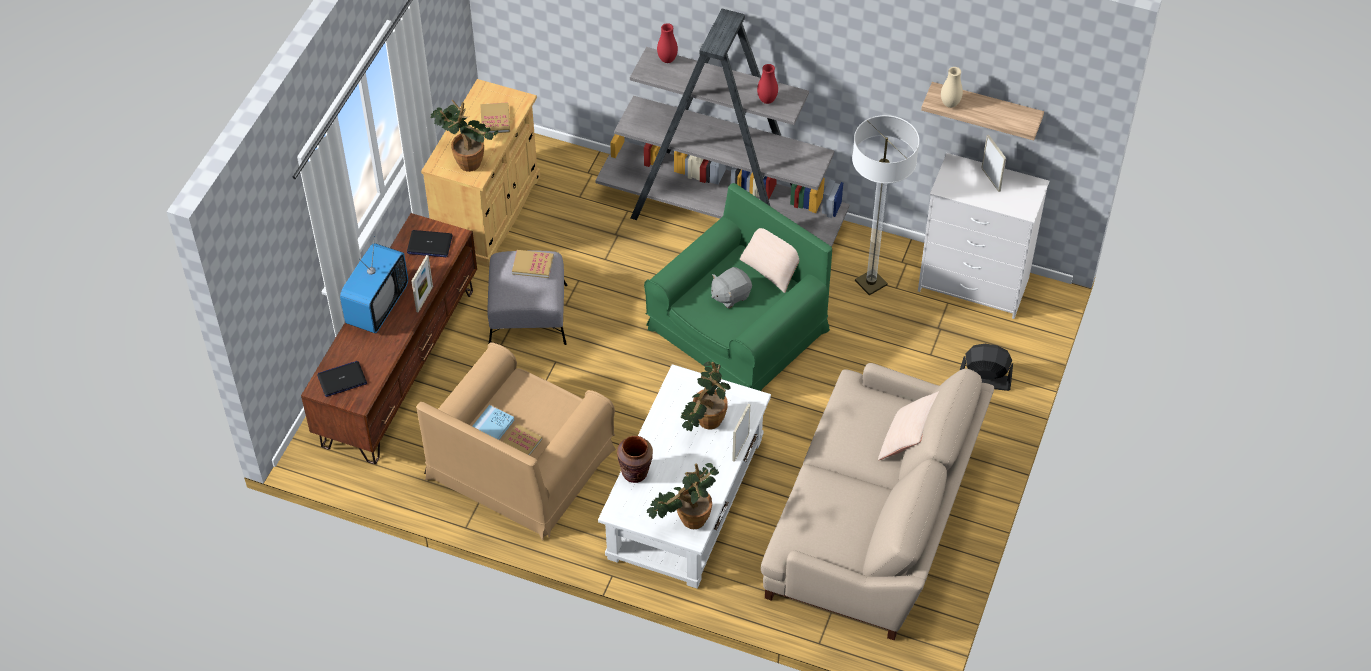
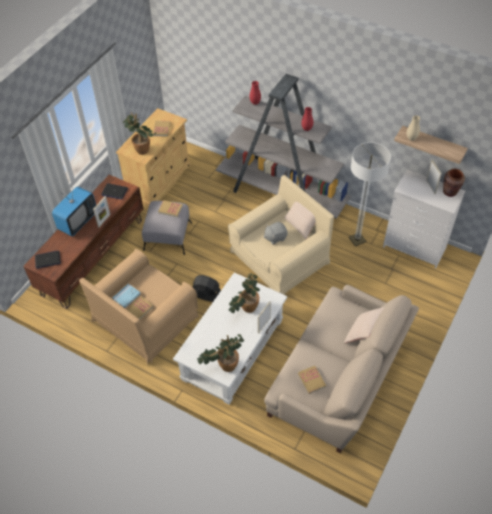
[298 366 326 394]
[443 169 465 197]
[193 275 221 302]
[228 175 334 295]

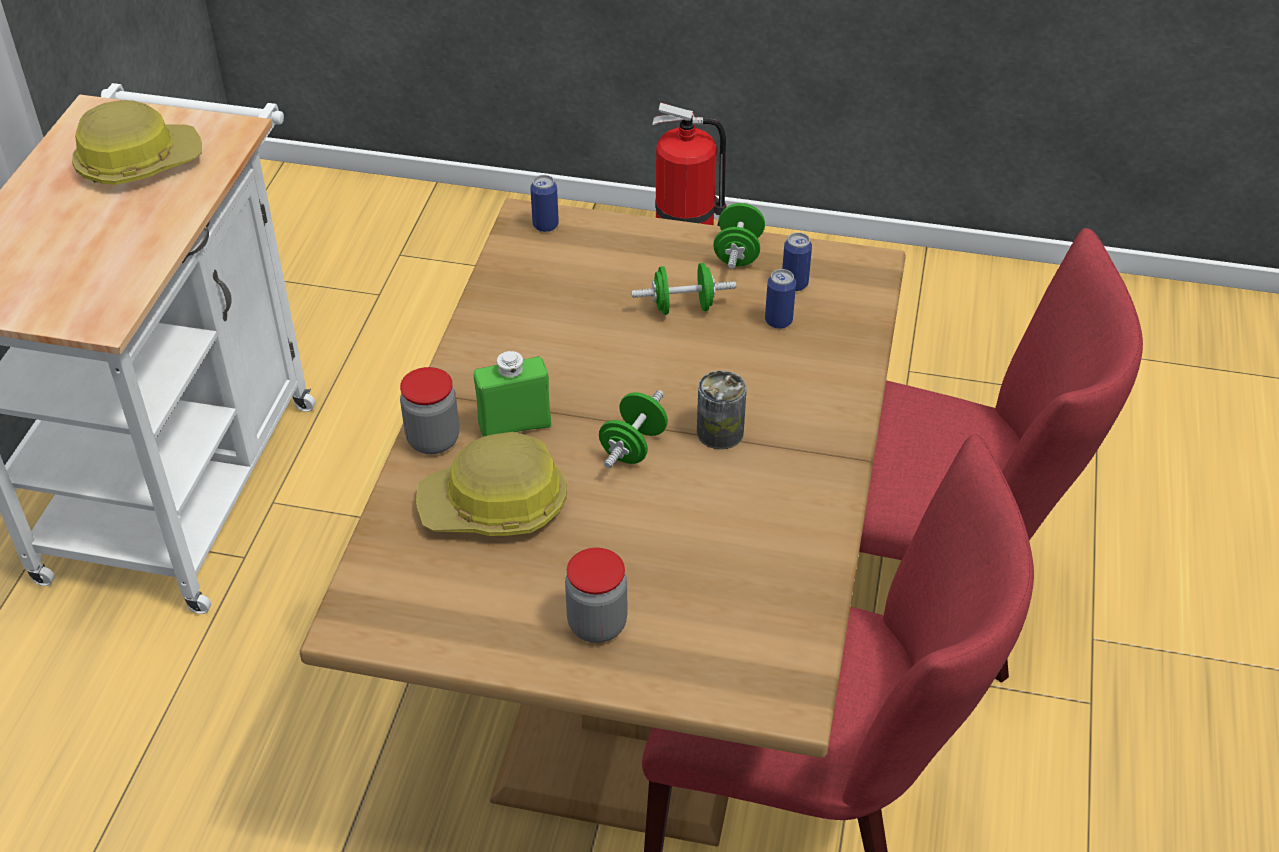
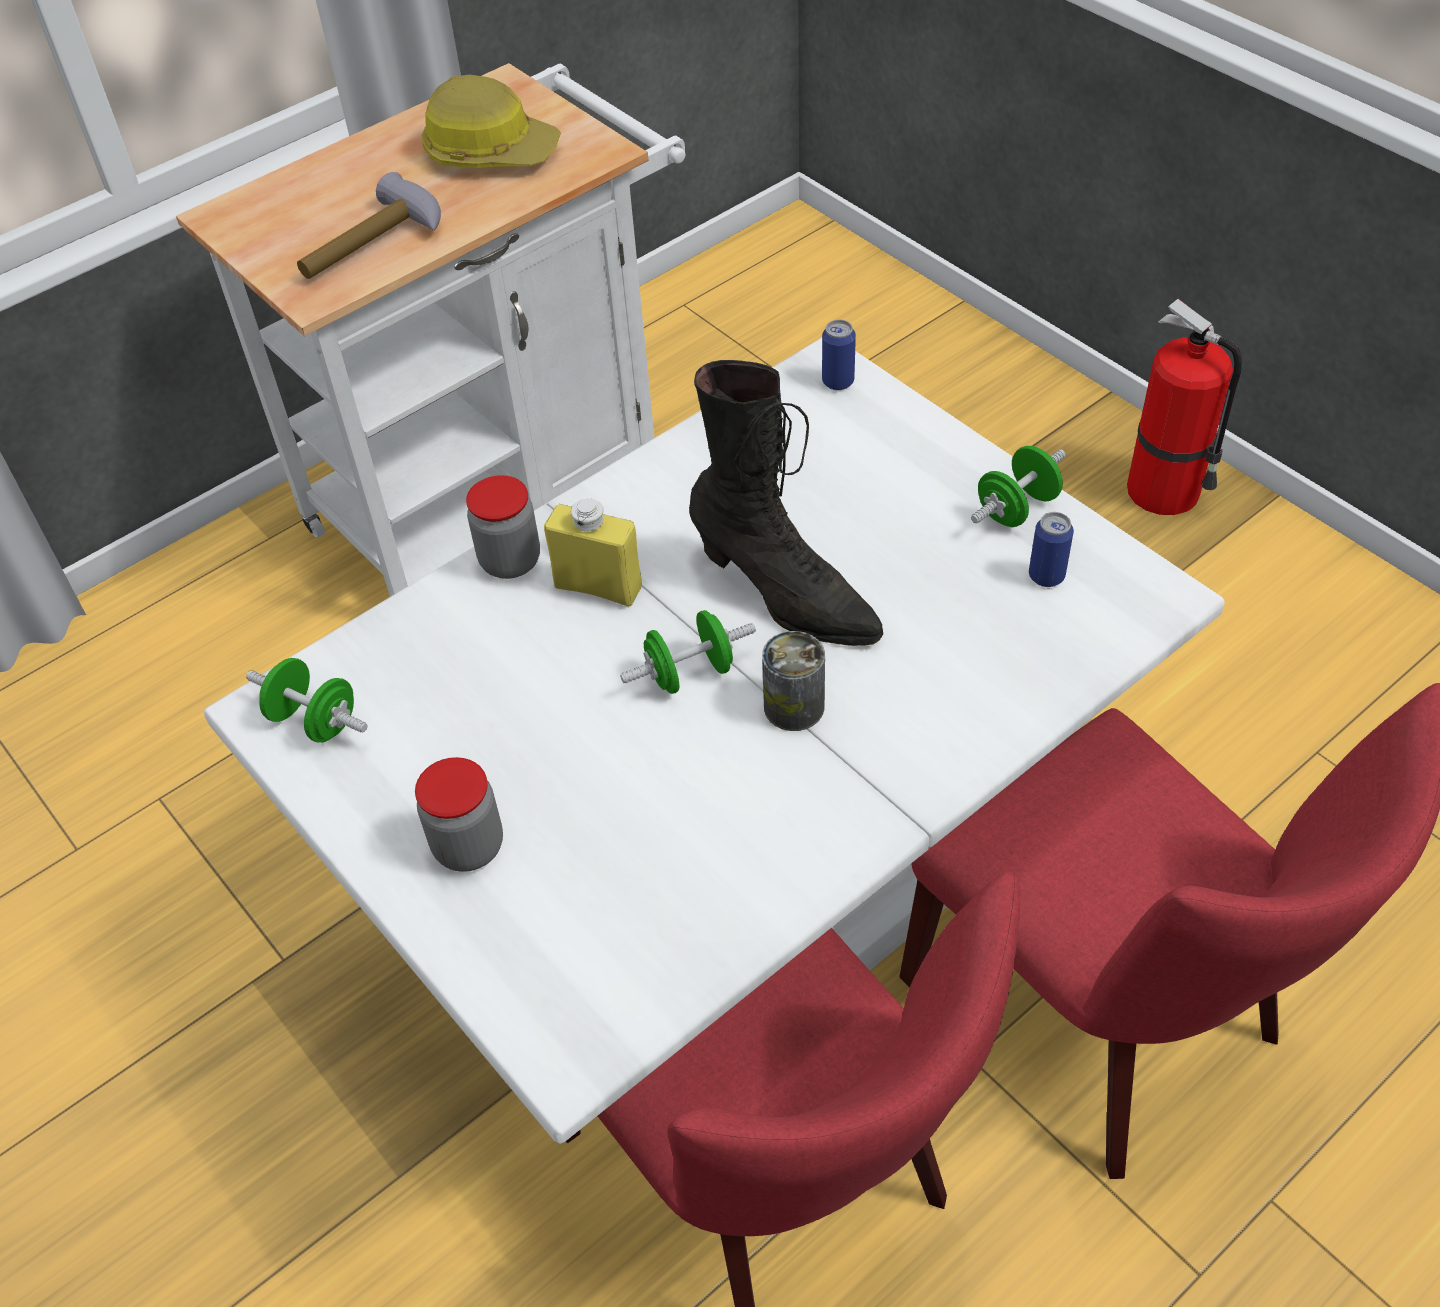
[416 432 567 536] (first image)
[765 269 796 329] (first image)
[297 172 441 279]
[689 360 883 646]
[246 658 367 743]
[204 338 1225 1144]
[544 499 642 606]

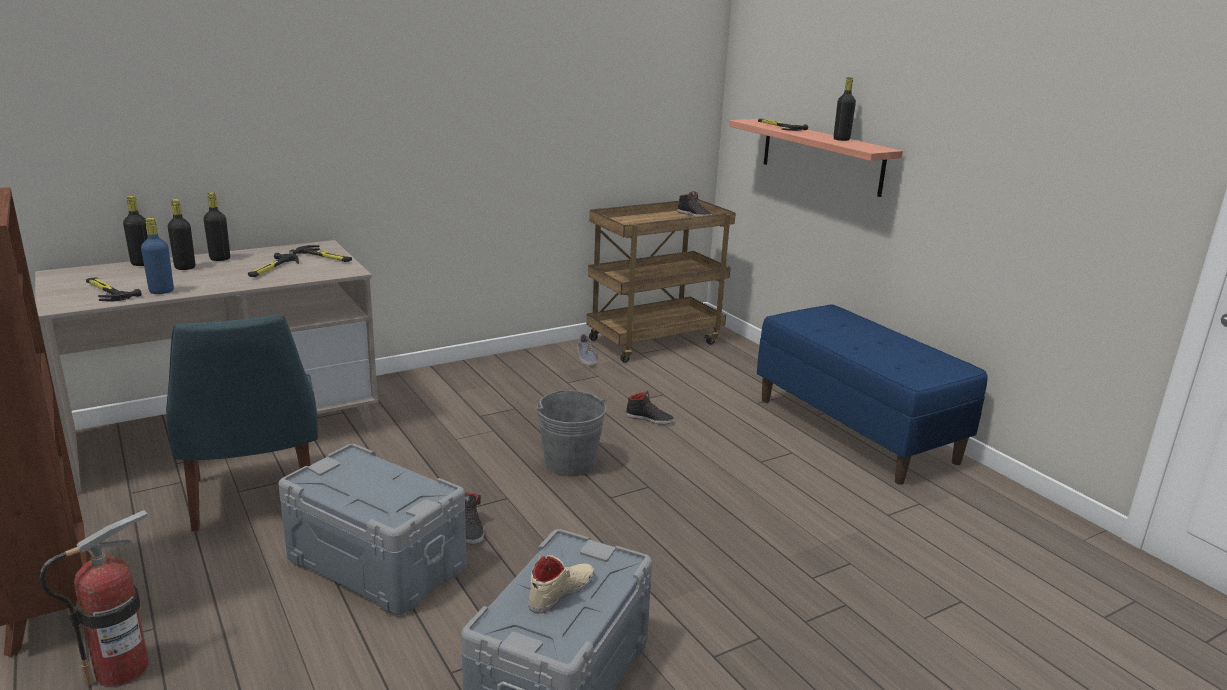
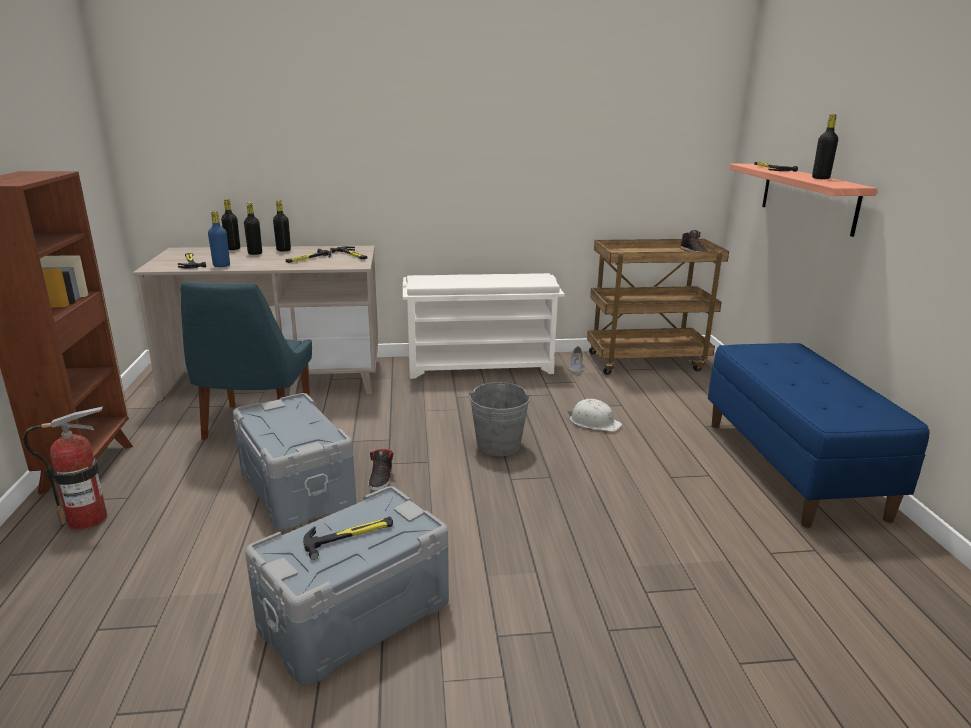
[403 273 565 379]
[303 516 393 560]
[568 399 622 432]

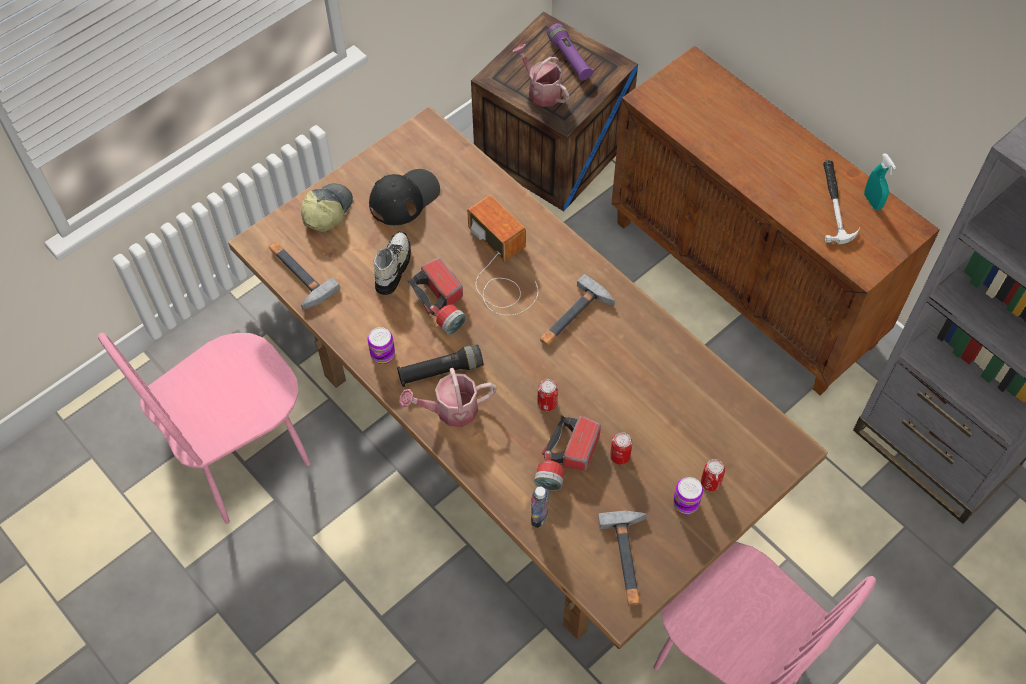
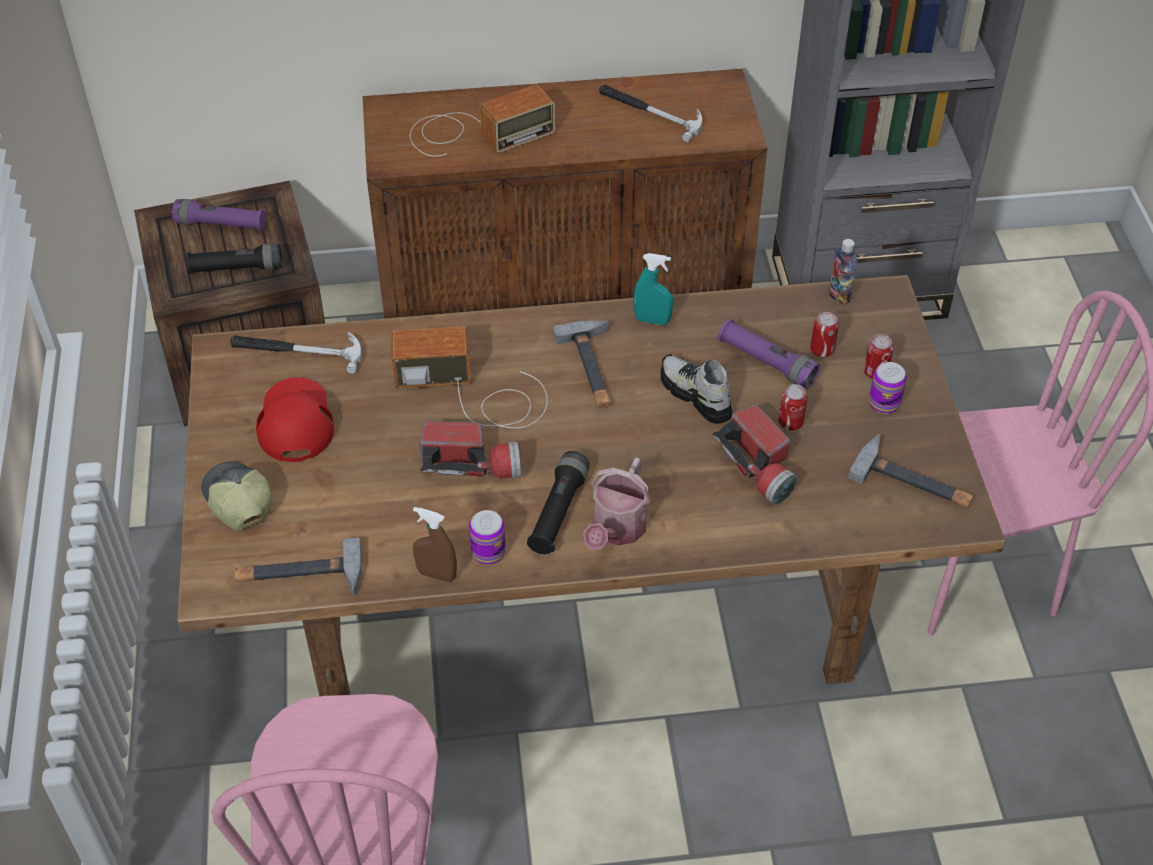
[230 332 362 374]
[410 84 556 157]
[413 507 457 582]
[717 319 820 389]
[661 354 733 424]
[829 239 857 305]
[810 312 839 357]
[634 253 673 325]
[186 244 282 274]
[256 377 334 462]

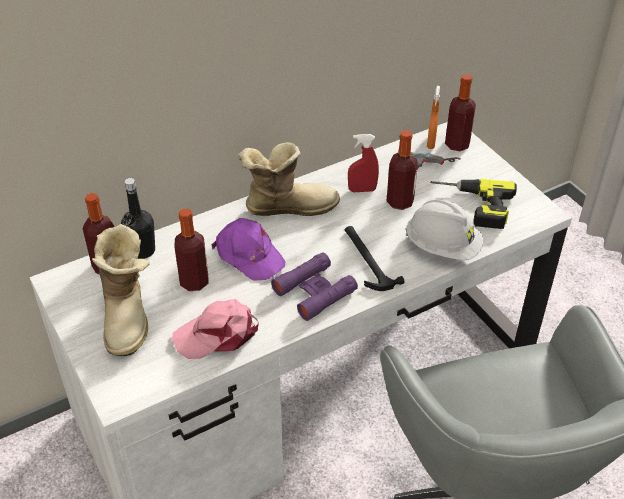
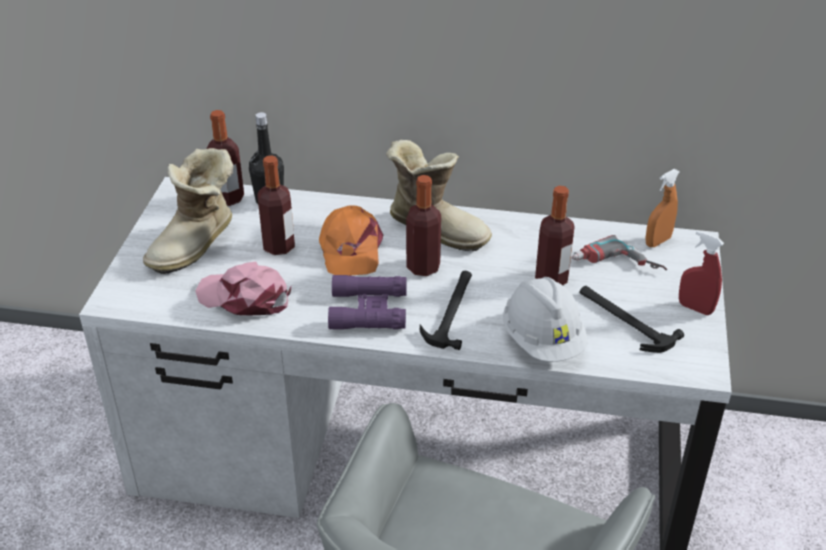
[679 230 724 315]
[406 175 441 276]
[580 286 684 353]
[319 205 383 276]

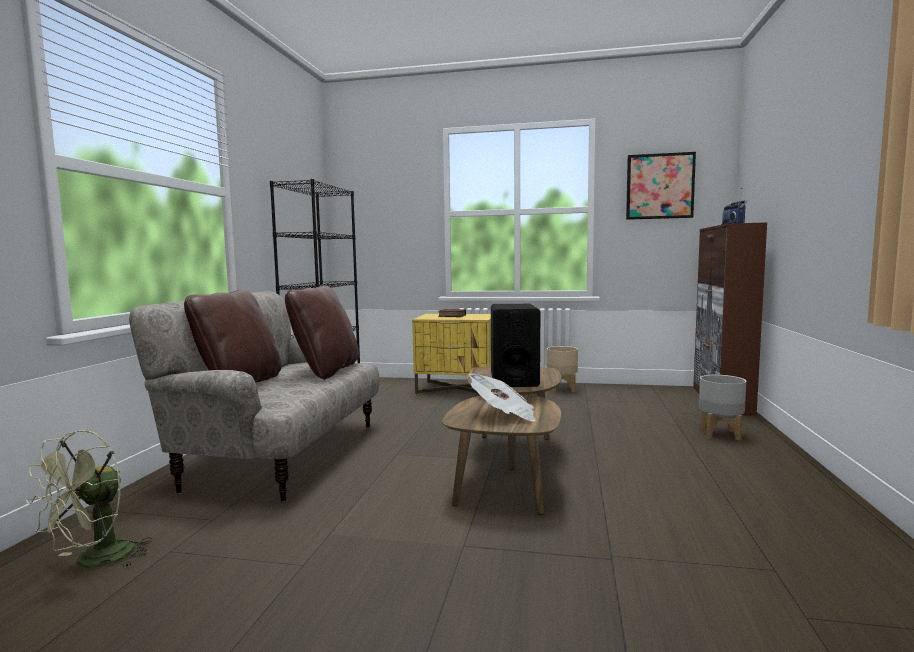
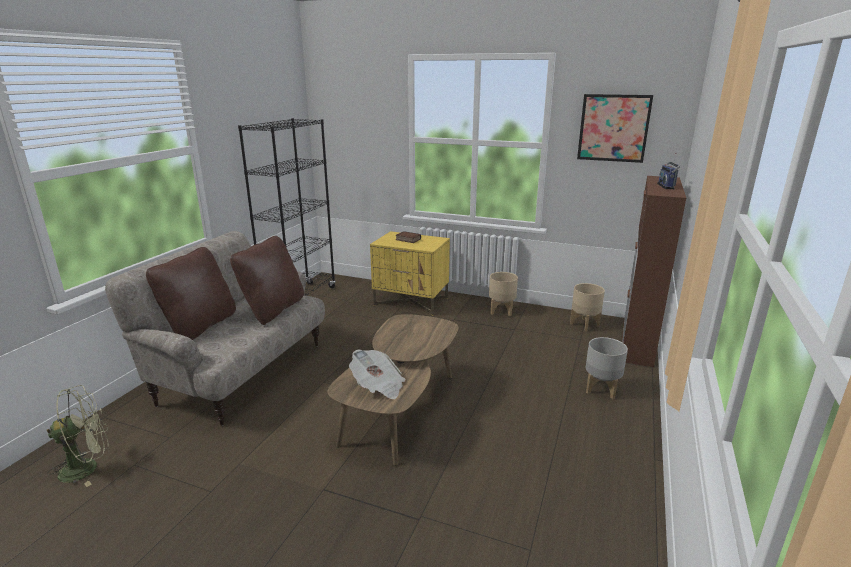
[491 304 540 387] (first image)
[570 283 605 332]
[47 385 109 487]

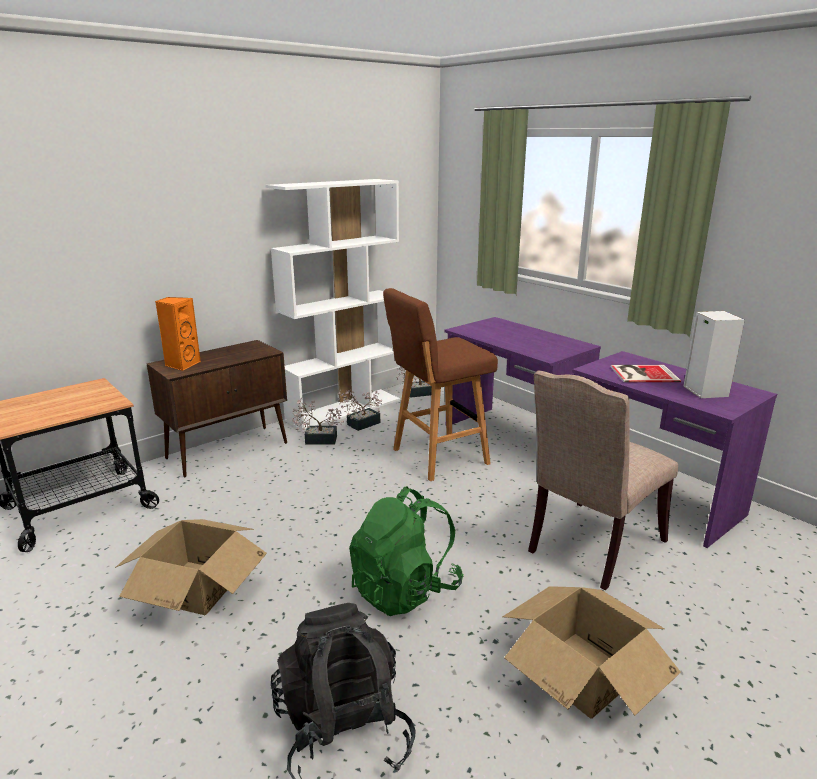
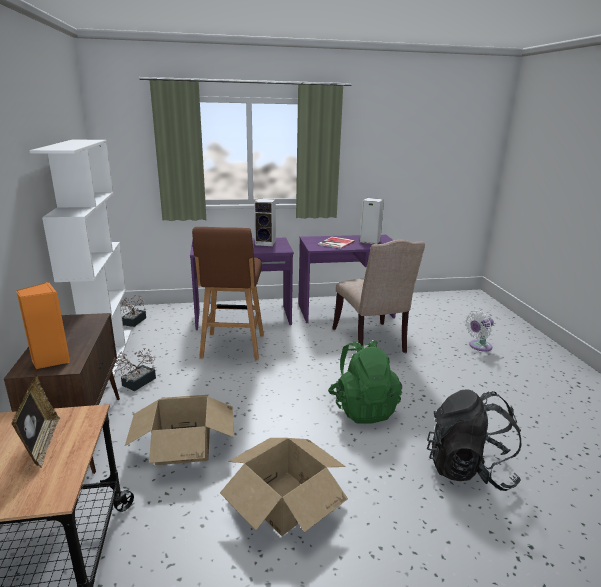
[338 390 382 431] (first image)
[11 375 60 468]
[254 199 276 246]
[465 311 494 352]
[125 395 233 465]

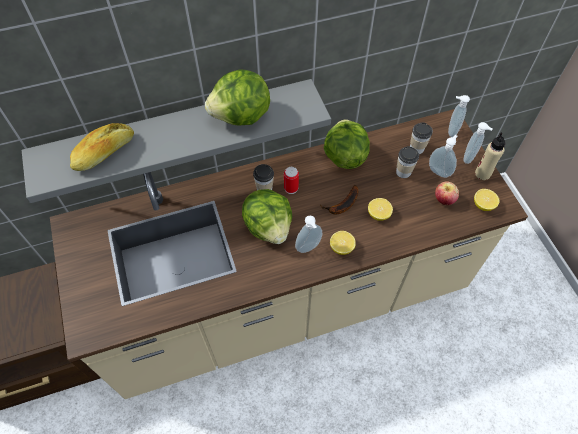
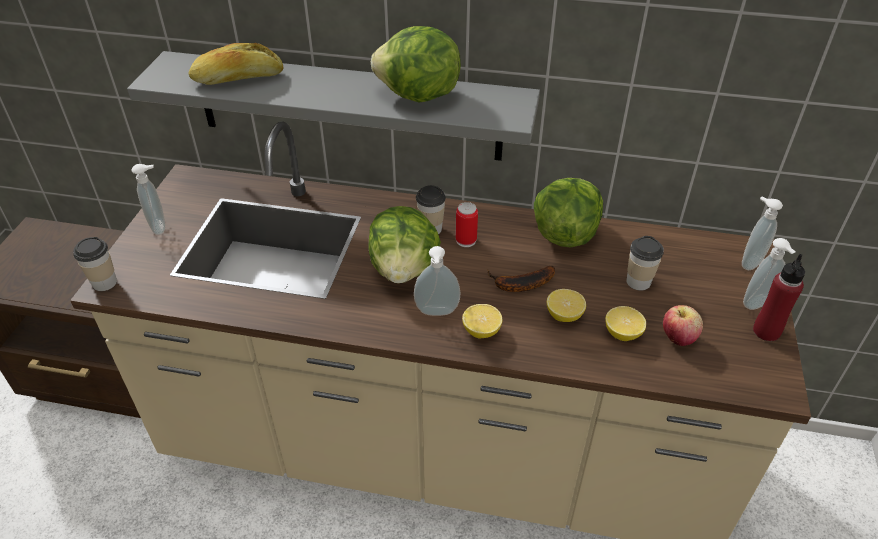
[73 237 117 291]
[131 164 165 235]
[605 306 646 341]
[753 254 805 341]

